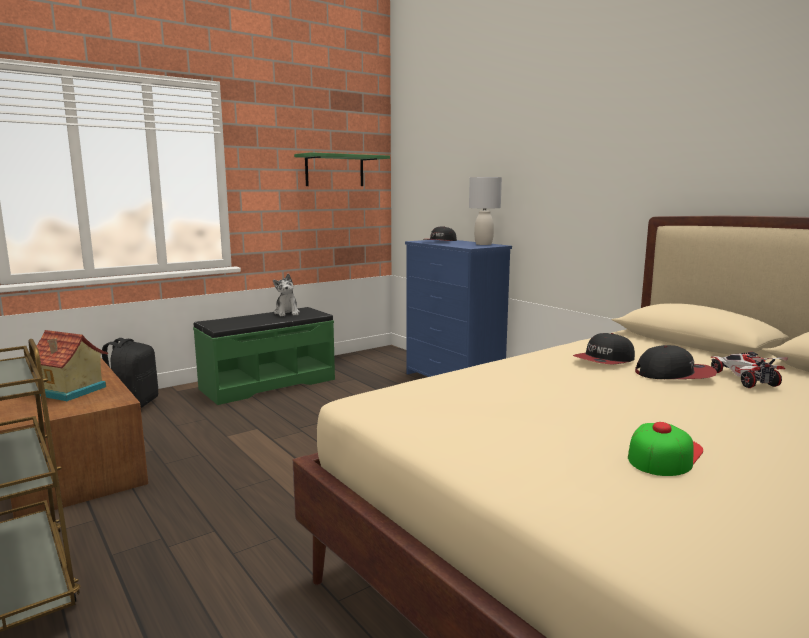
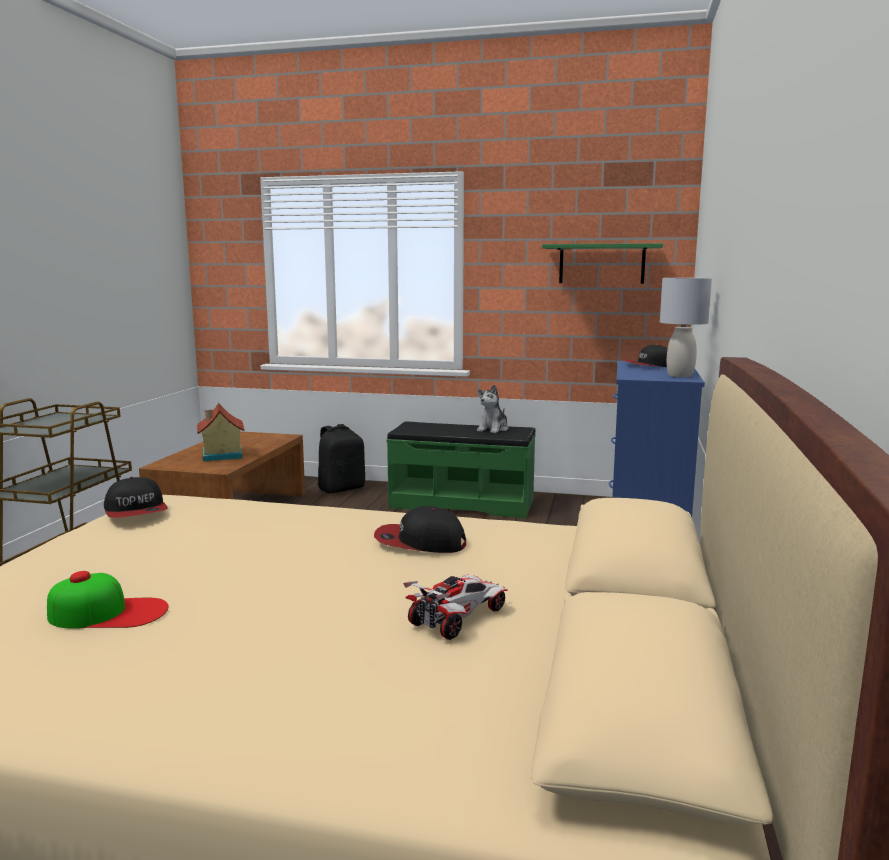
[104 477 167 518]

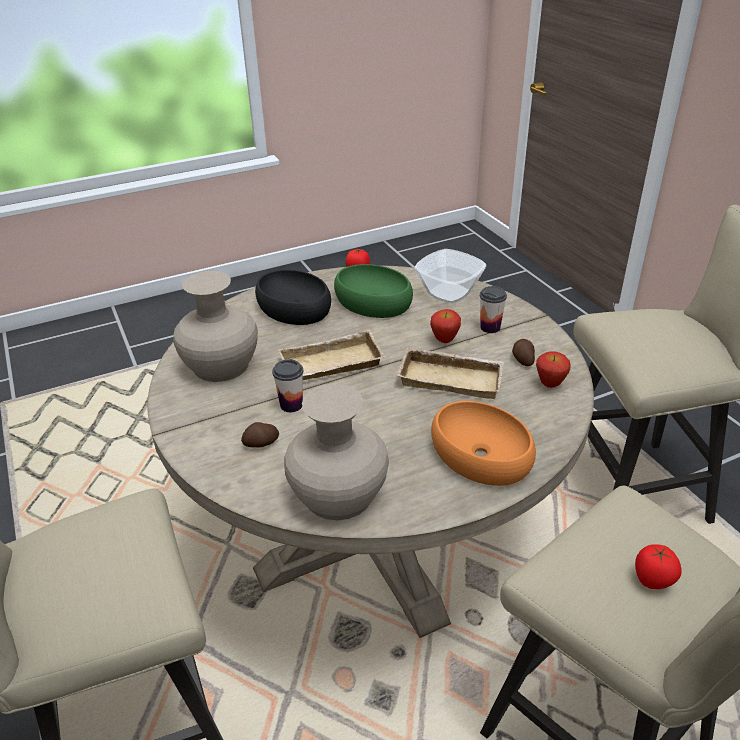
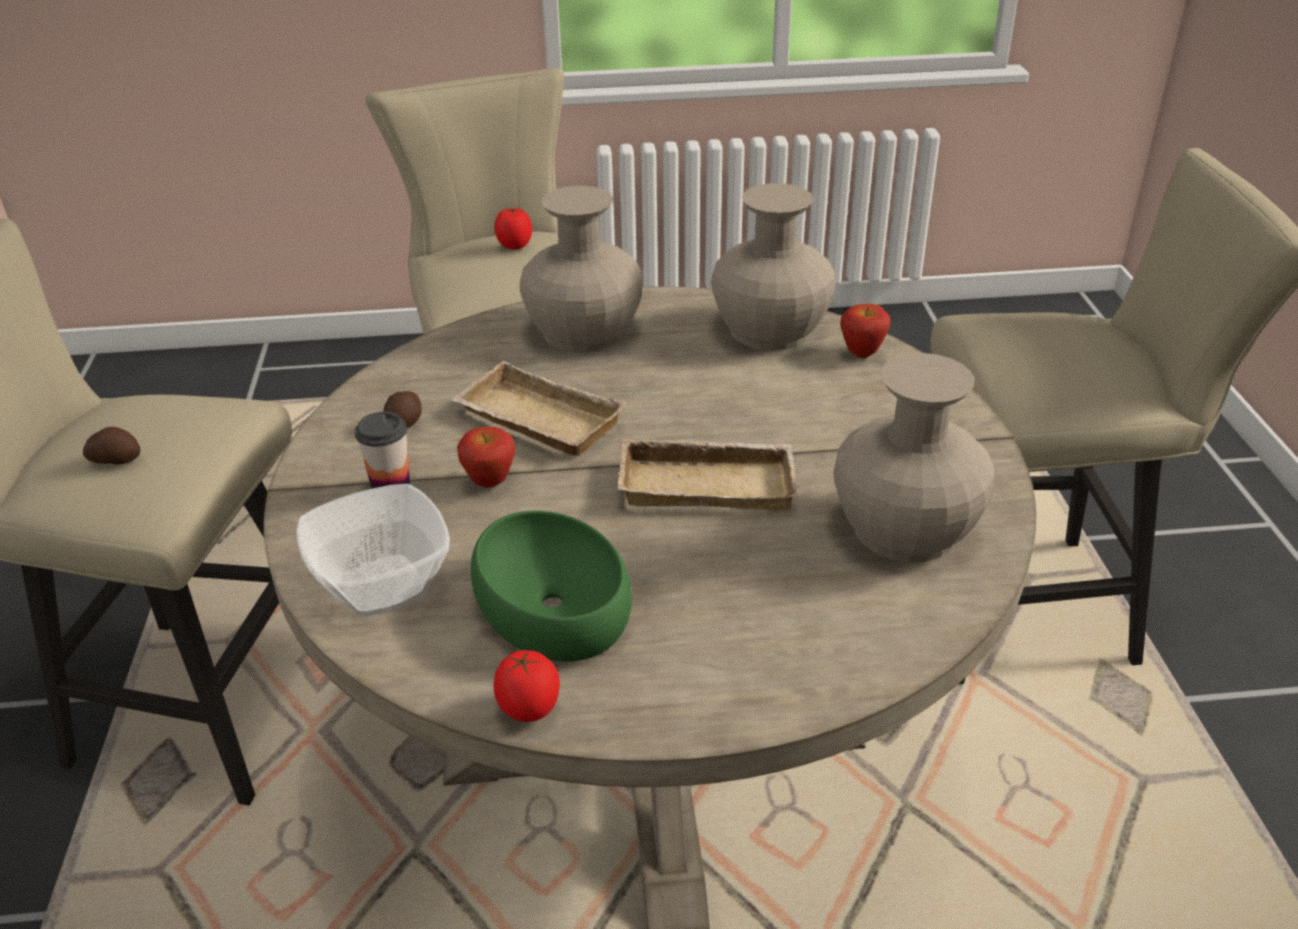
[255 270 331 325] (first image)
[272 359 303 412] (first image)
[83 427 140 465]
[840 304 890 358]
[520 186 643 352]

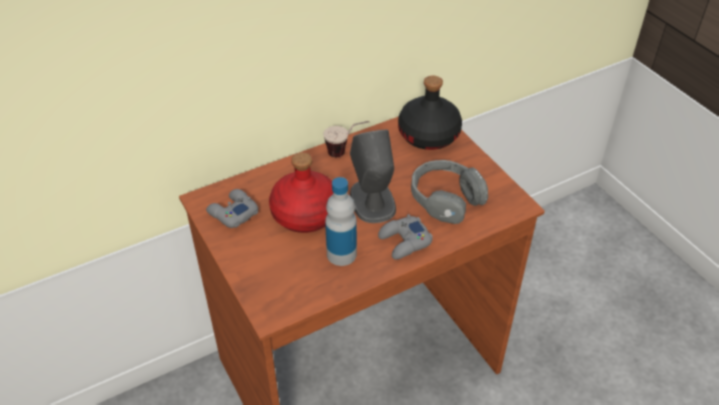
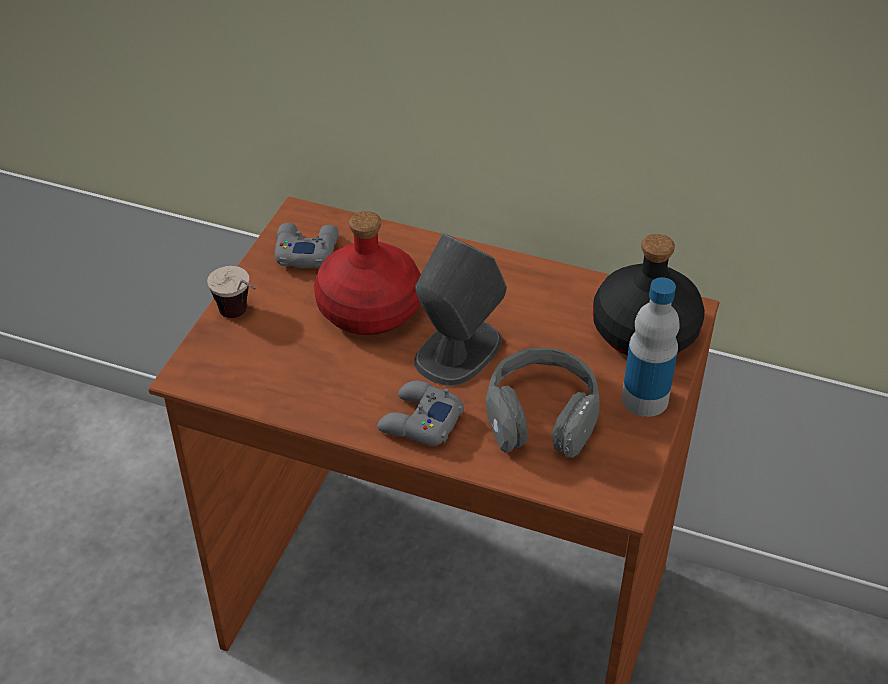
[207 266 256 318]
[622 277 680 417]

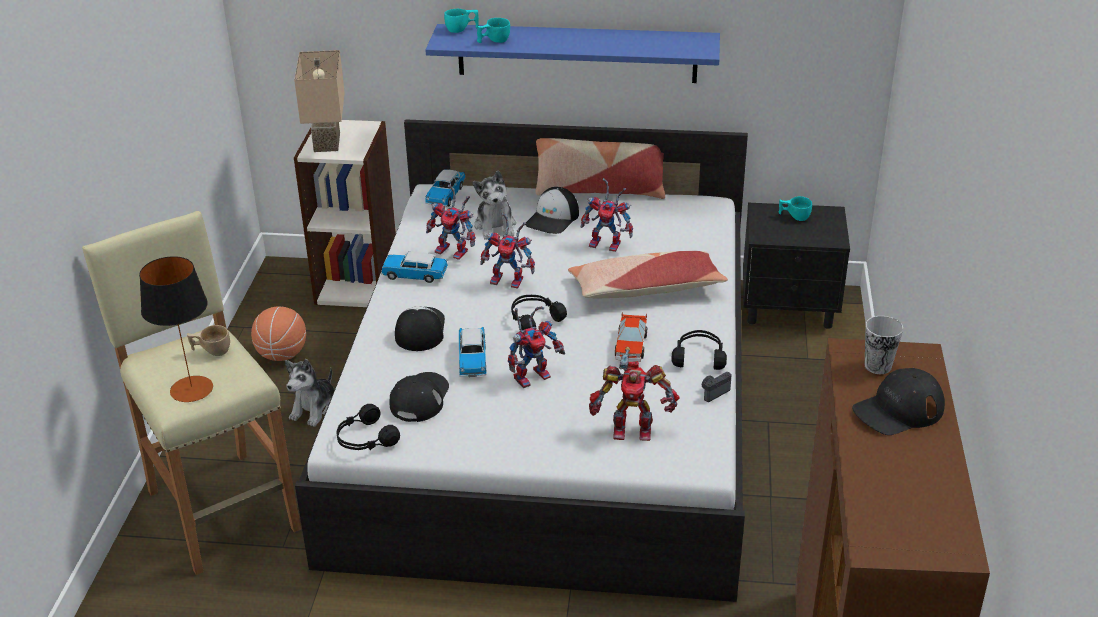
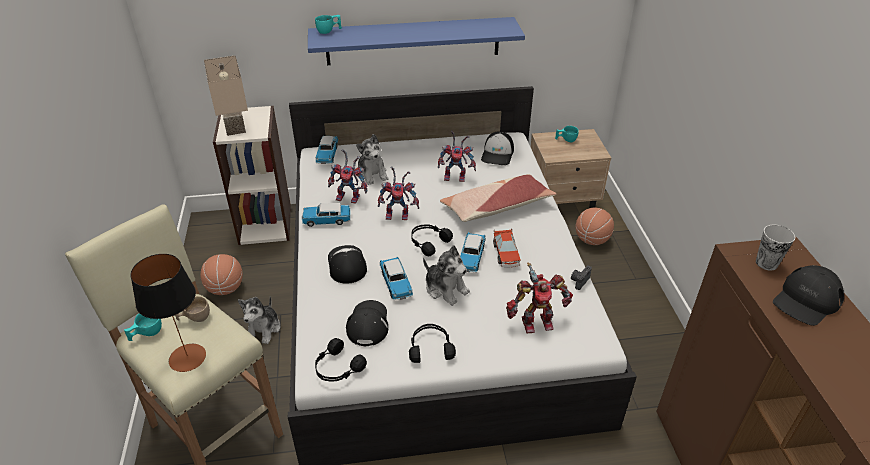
[536 138 665 199] (first image)
[460 232 486 272]
[576 208 614 245]
[124 313 162 341]
[481 131 514 165]
[409 324 456 363]
[423 245 470 306]
[531 129 611 208]

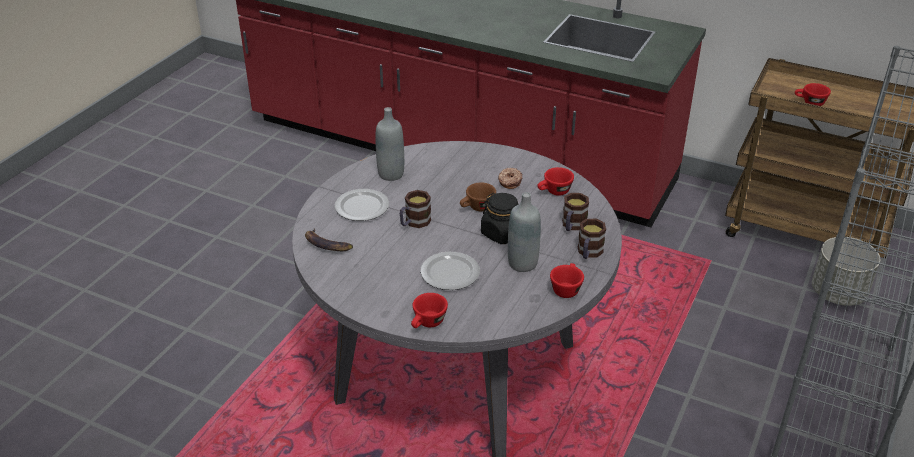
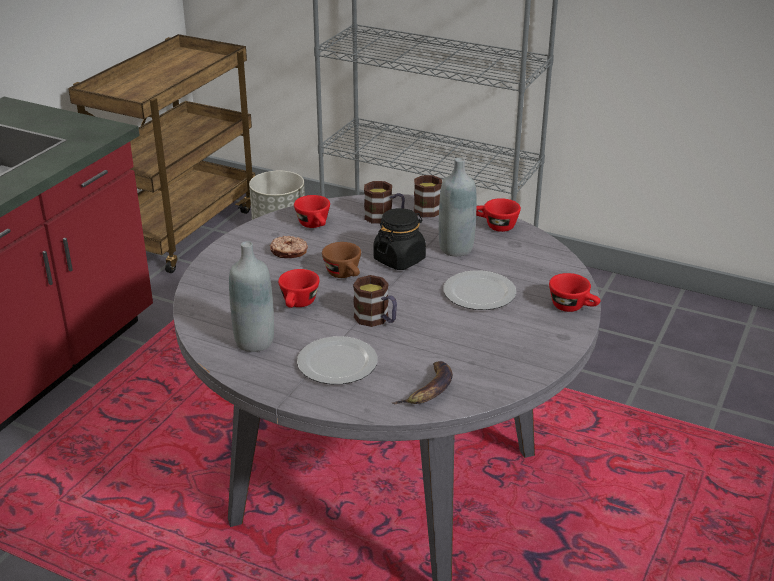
[278 269 320 308]

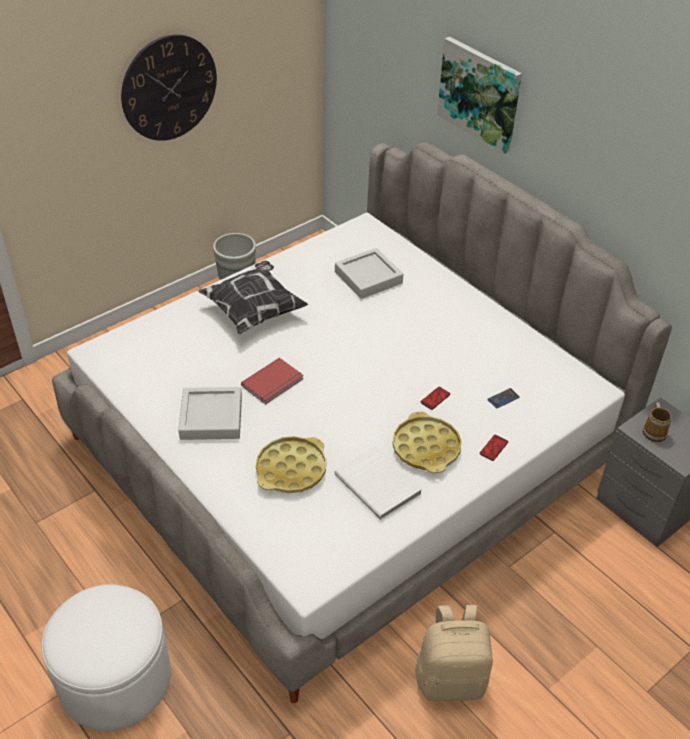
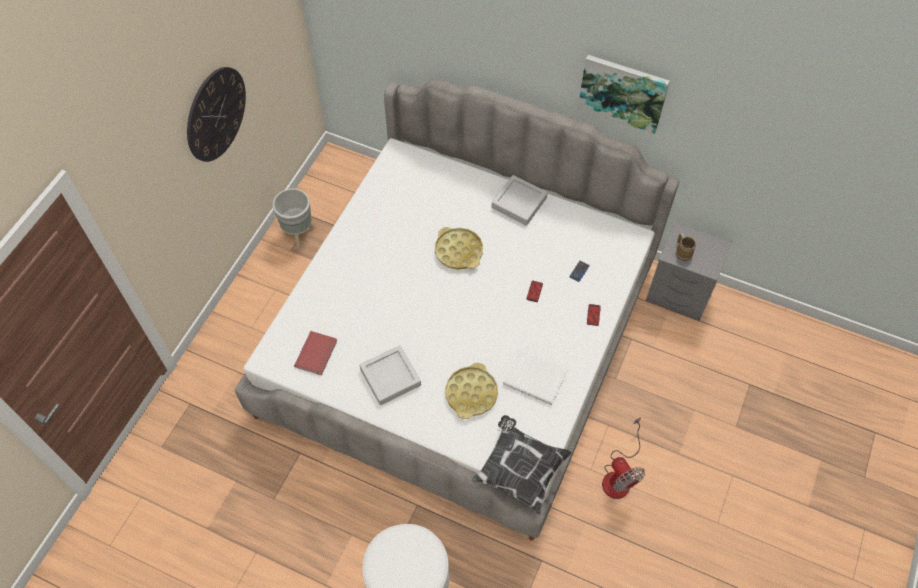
[472 415 572 515]
[294 331 337 376]
[491 175 548 226]
[435 227 483 270]
[578 55 670 135]
[602 417 645 499]

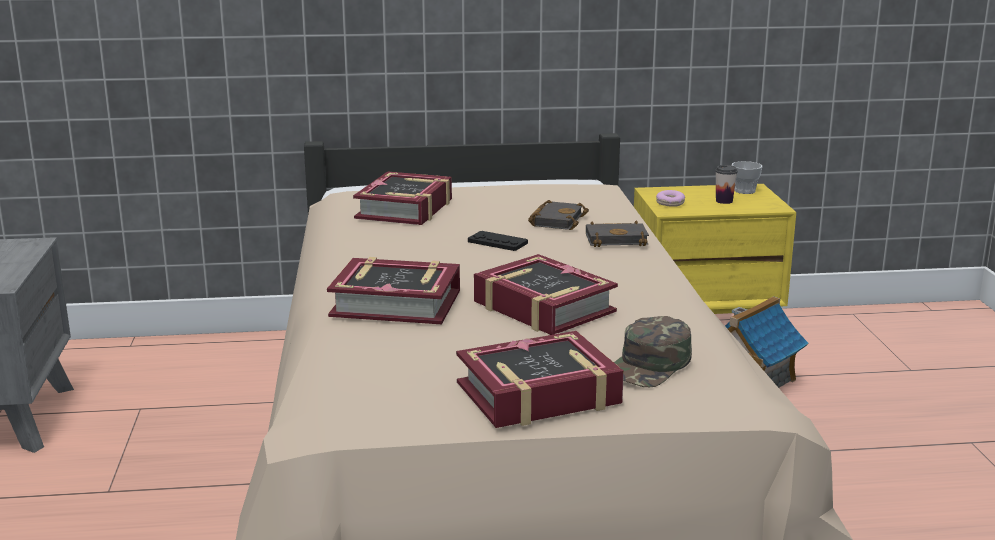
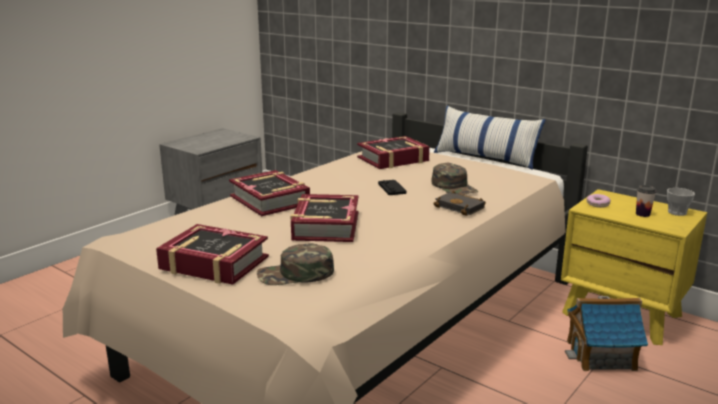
[434 106 545 170]
[432 163 478 195]

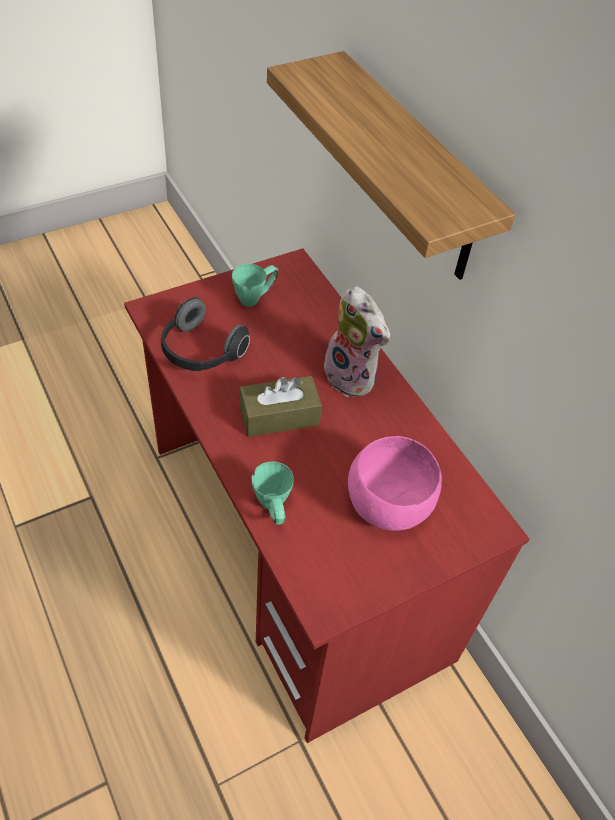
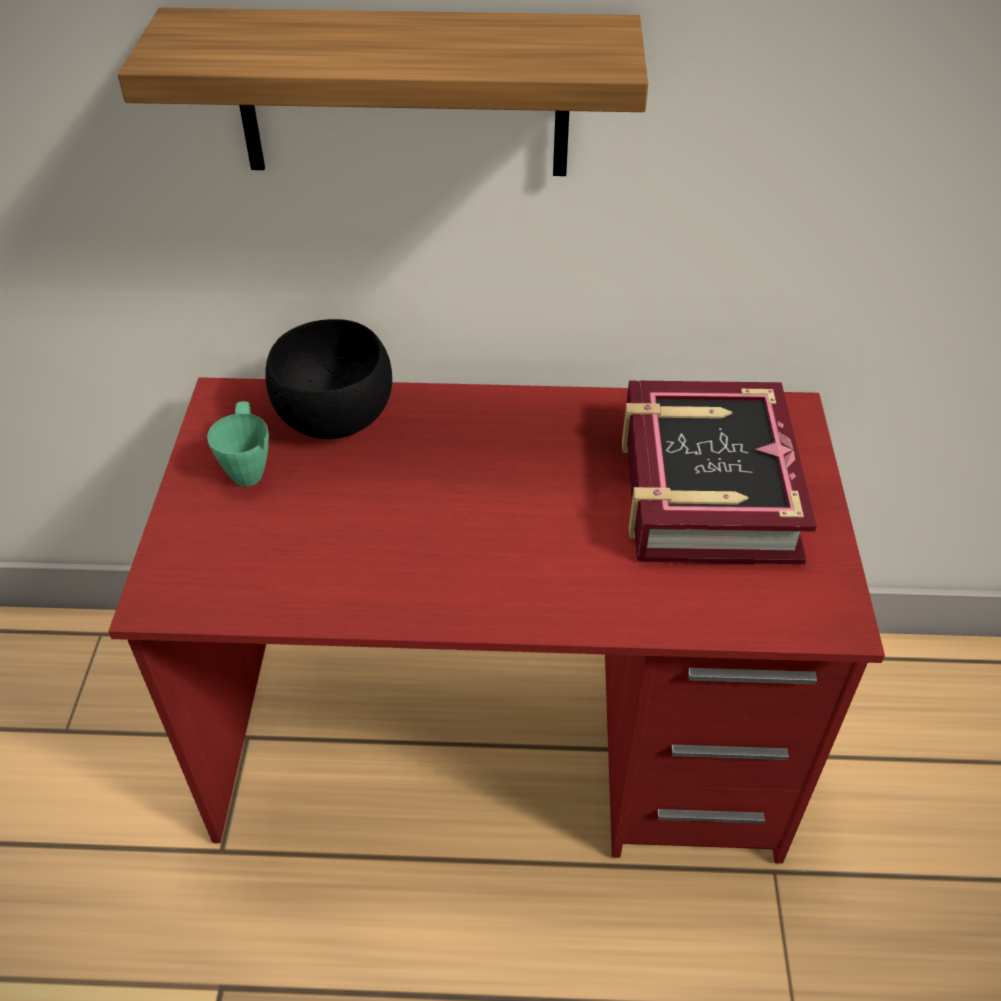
[161 297 250 371] (first image)
[239 376 322 437] (first image)
[251 461 294 525] (first image)
[324 286 390 397] (first image)
[265 319 392 439]
[622 380 817 564]

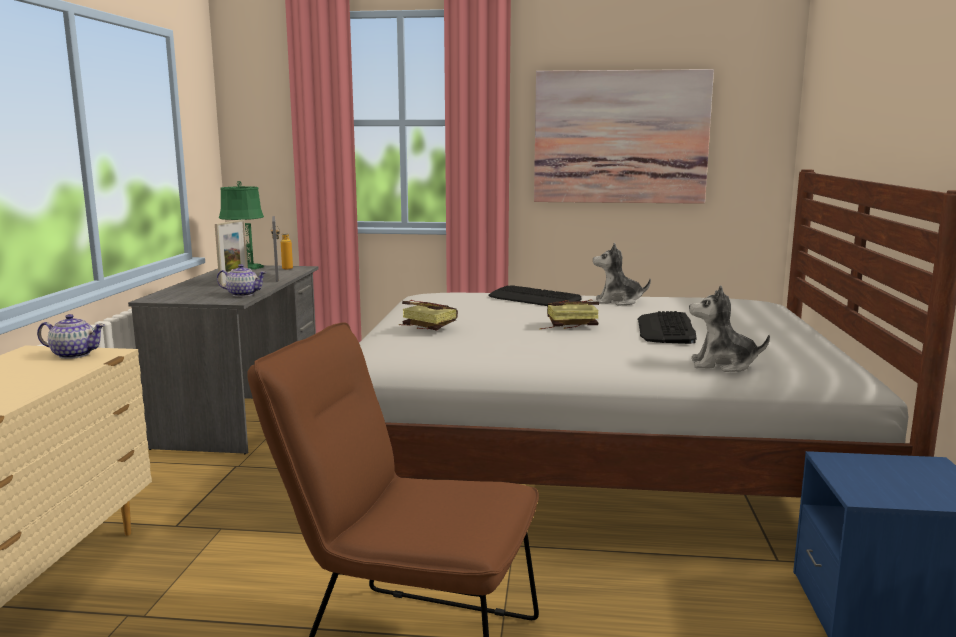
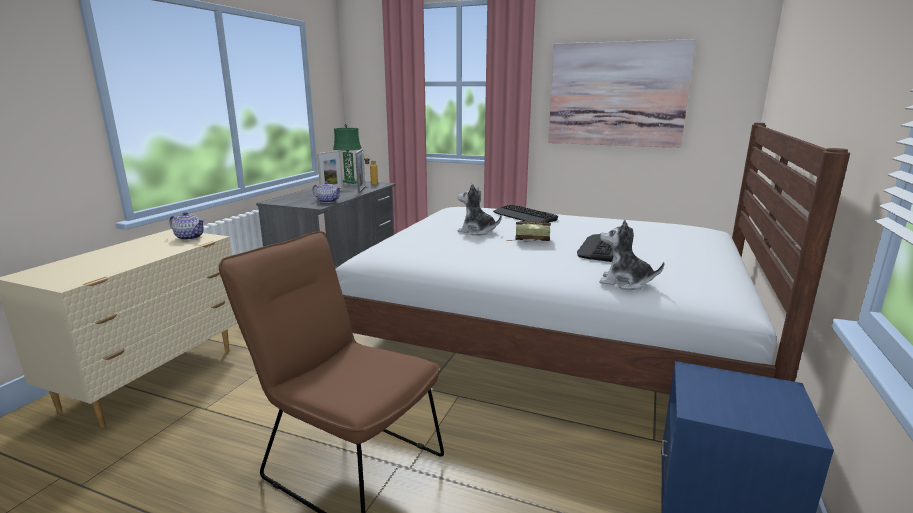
[400 300 458 331] (first image)
[458 184 502 235]

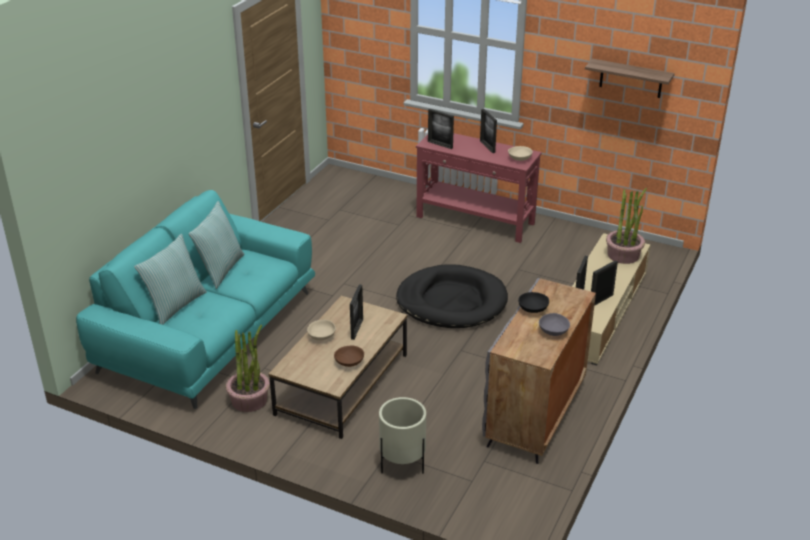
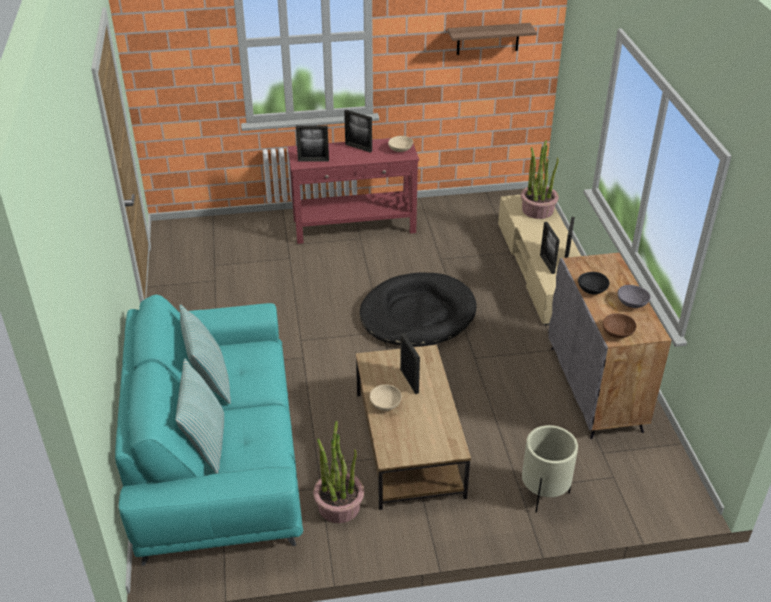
[603 313 636 338]

